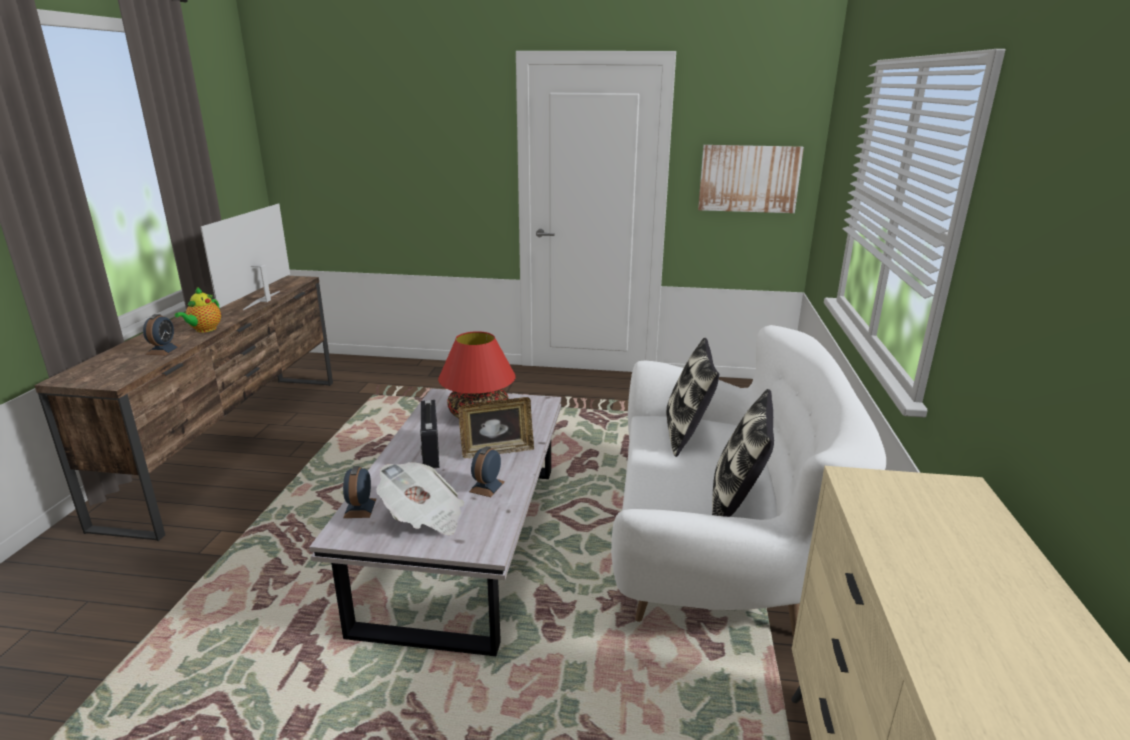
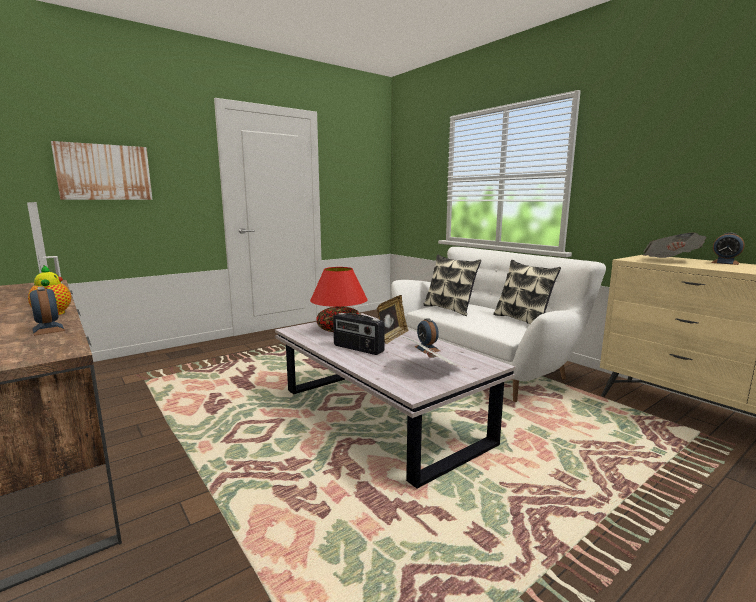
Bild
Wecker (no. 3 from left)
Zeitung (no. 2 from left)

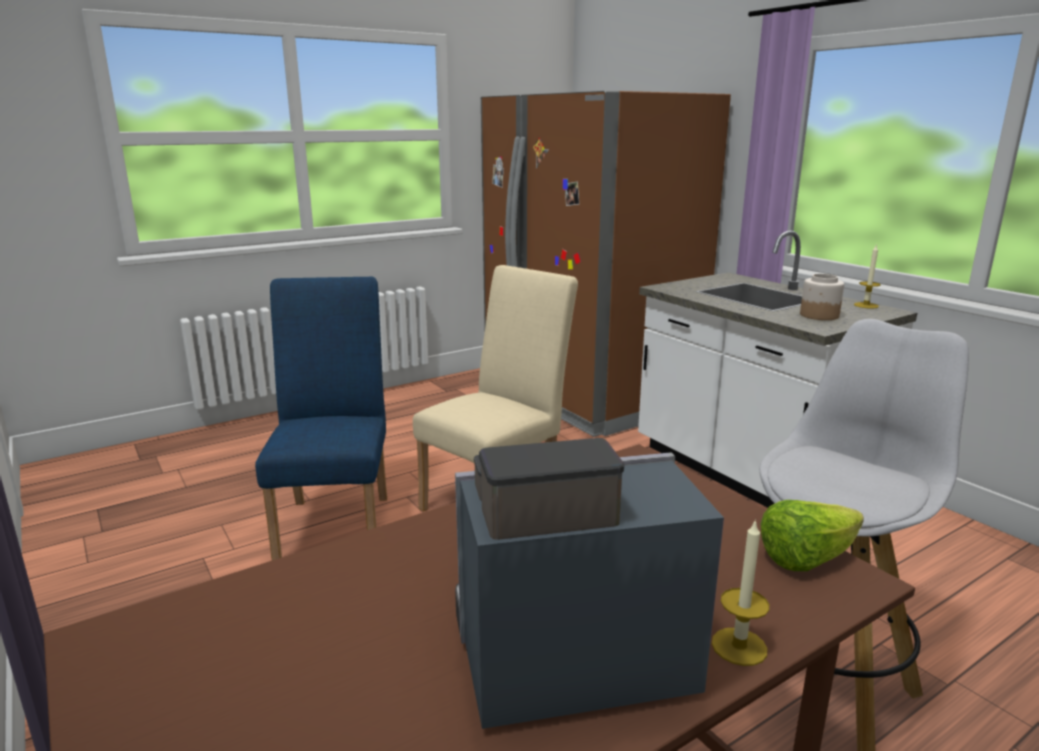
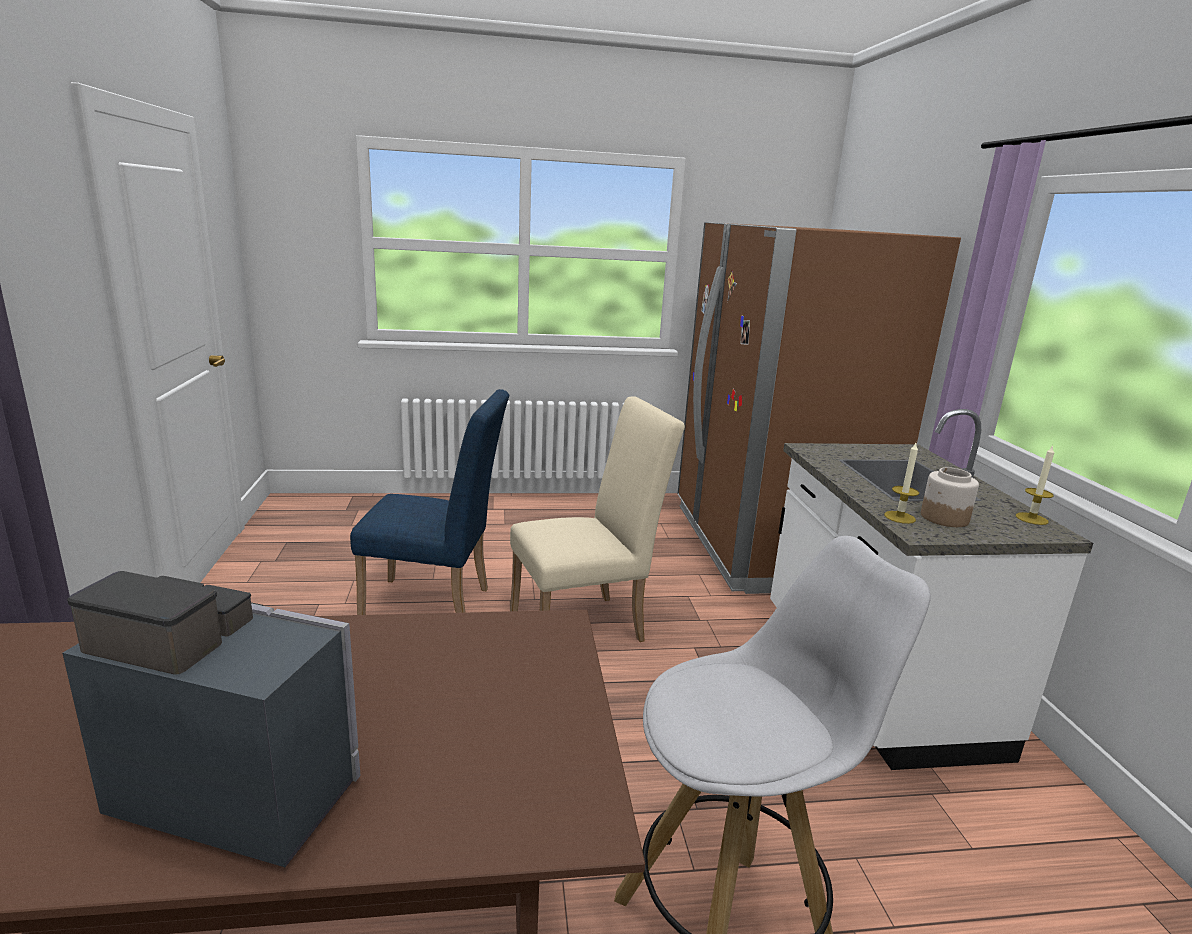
Stuhl [blau]
Salatkopf
Kerze (no. 1 from left)

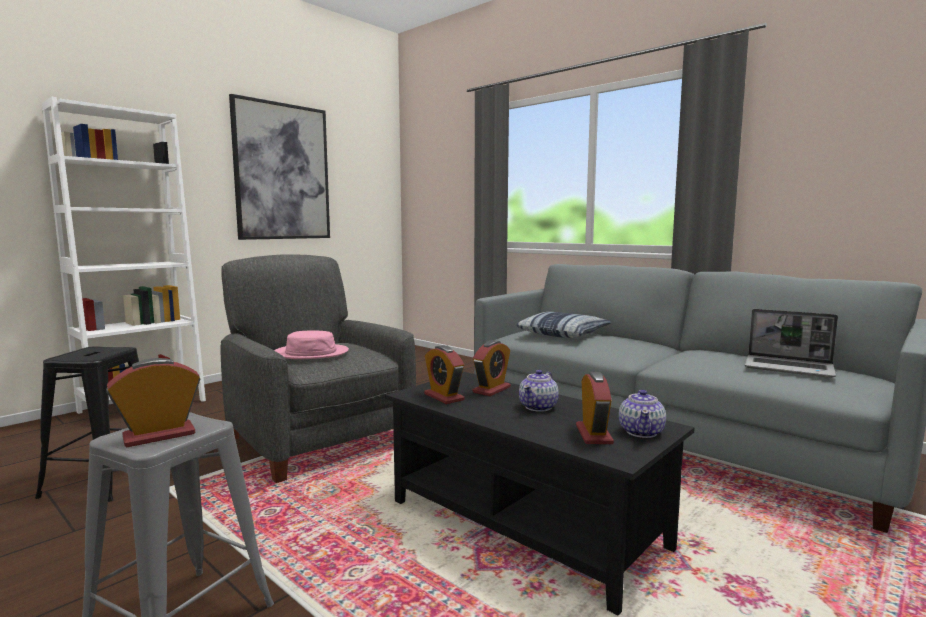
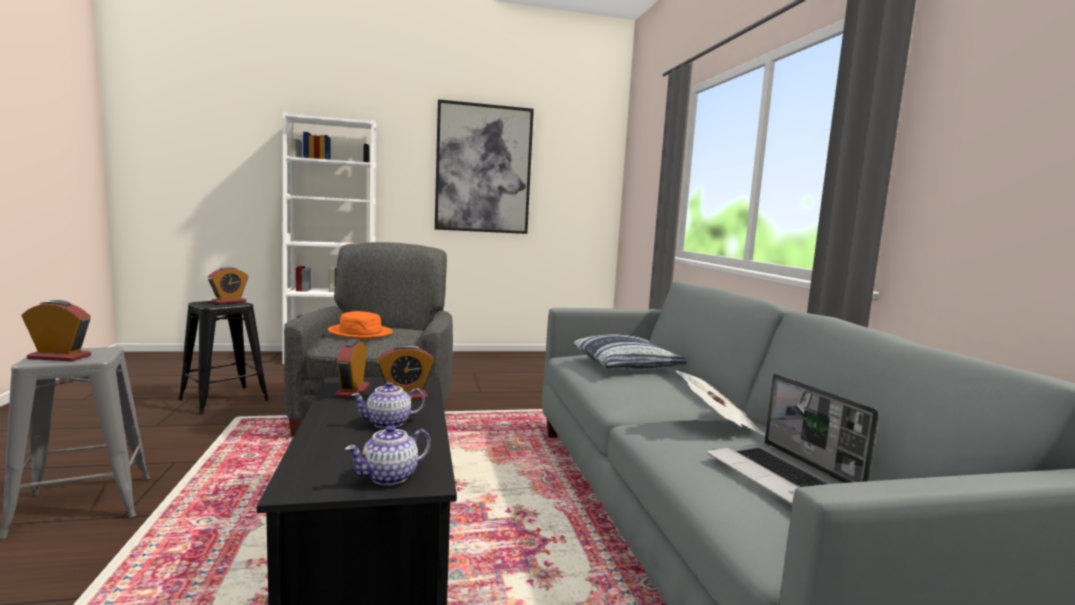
Hut [orange]
Wecker (no. 2 from left)
Zeitung

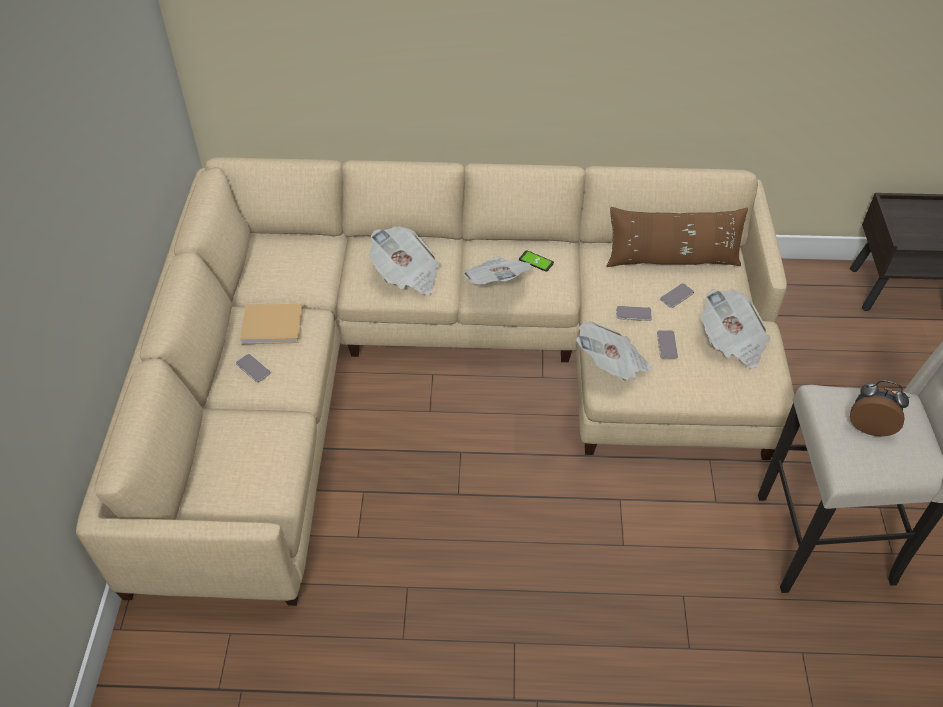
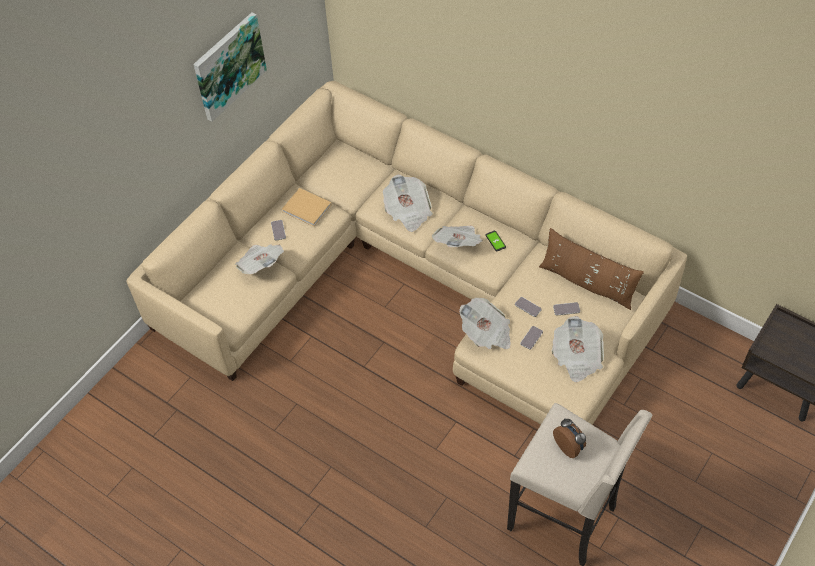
Bild
Zeitung (no. 1 from left)

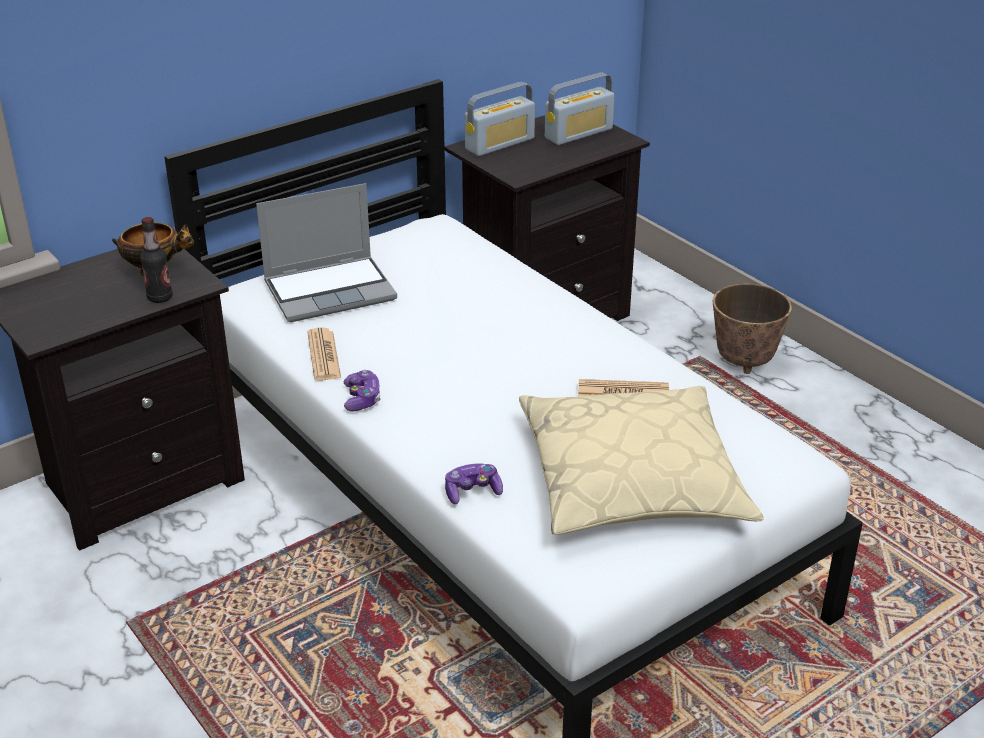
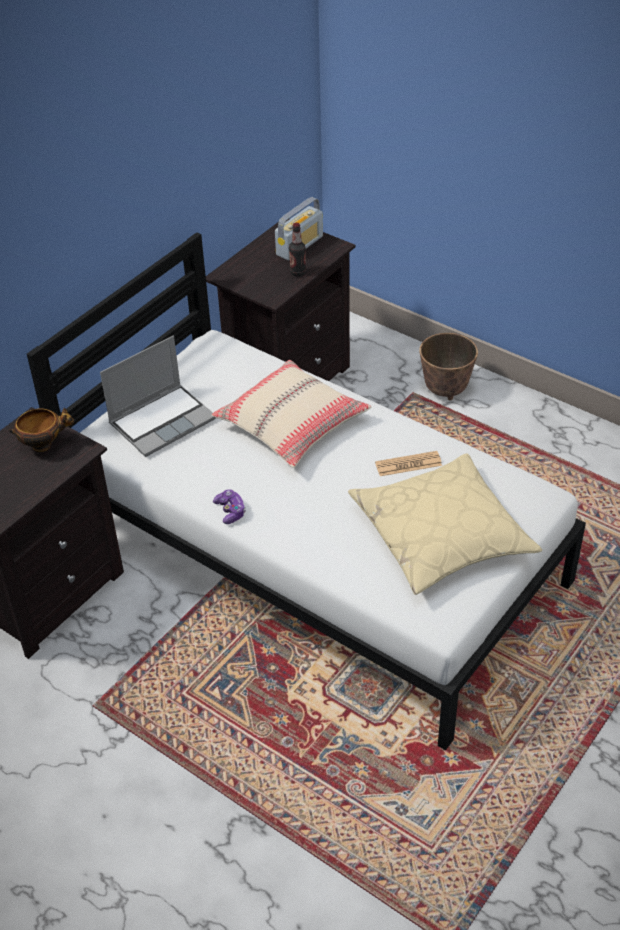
Radio (no. 1 from left in the first image)
Flasche
Zeitung (no. 1 from left in the first image)
Gamepad (no. 2 from left in the first image)
Kissen [beige] (no. 1 from left)

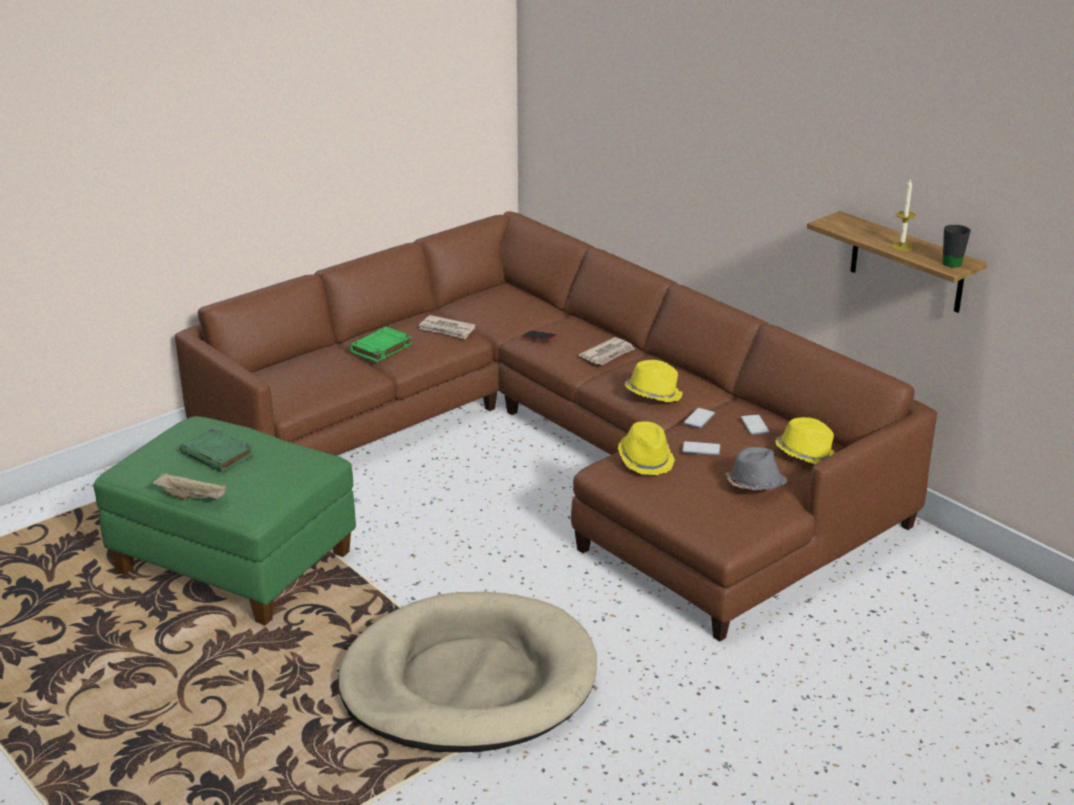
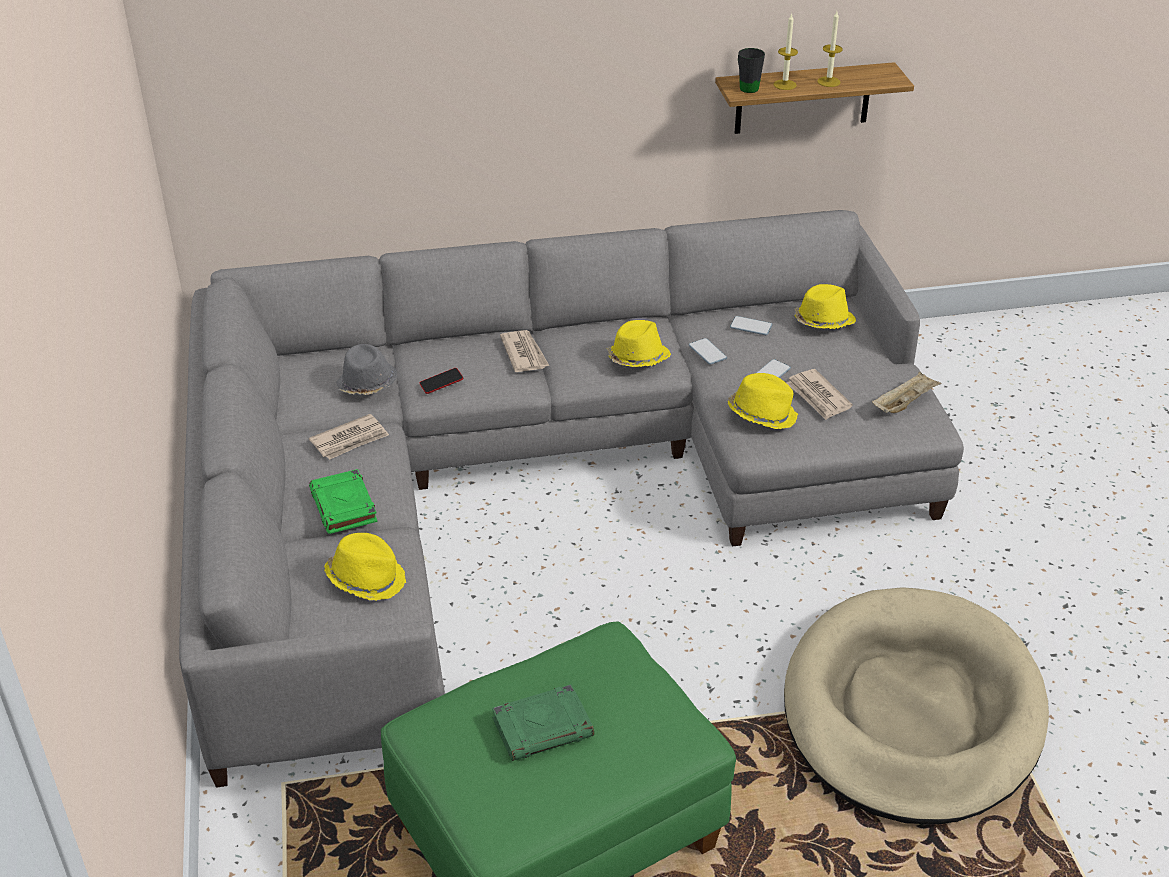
Sofa [grau]
Henkelbecher [schwarz]
Hut [grau]
Tablett [beige]
Kerze (no. 1 from left)
Zeitung (no. 3 from left)
Hut [gelb] (no. 1 from left)

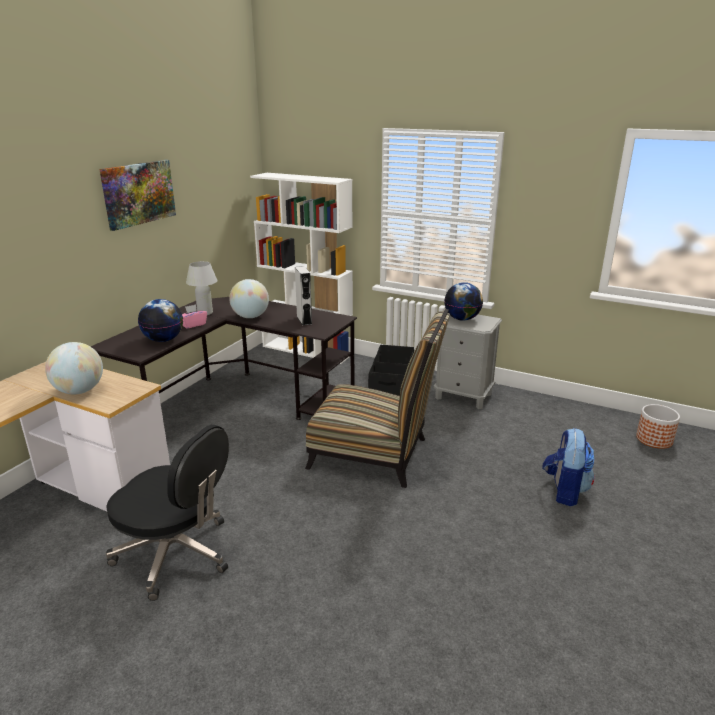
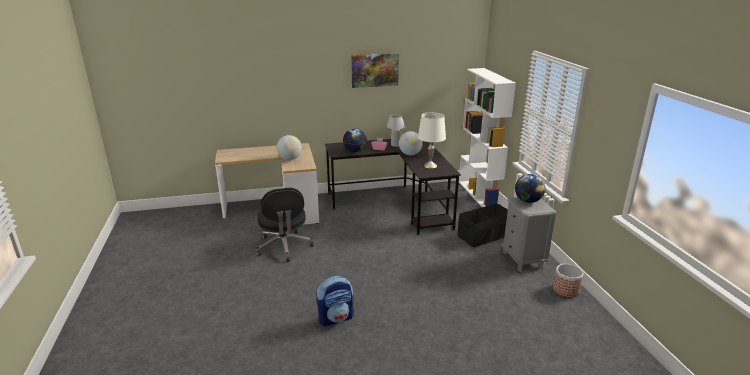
Tischlampe [weiß] (no. 2 from left)
Stuhl
Pflanzkübel
Rucksack

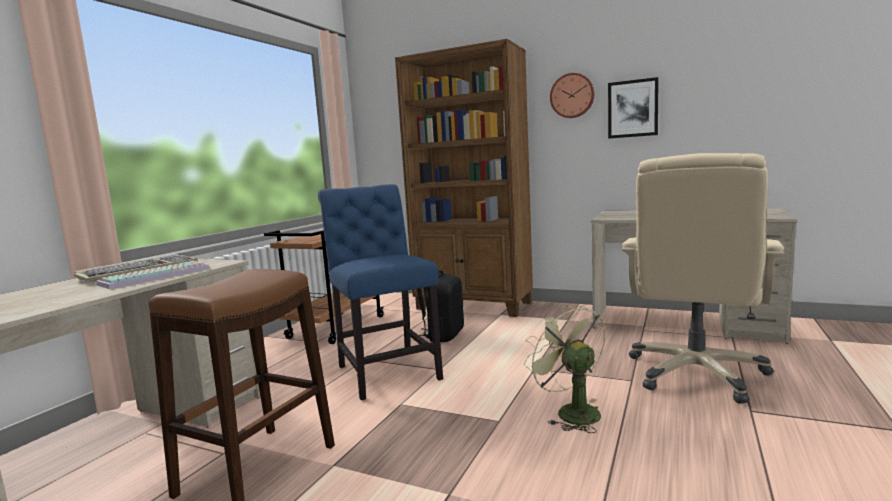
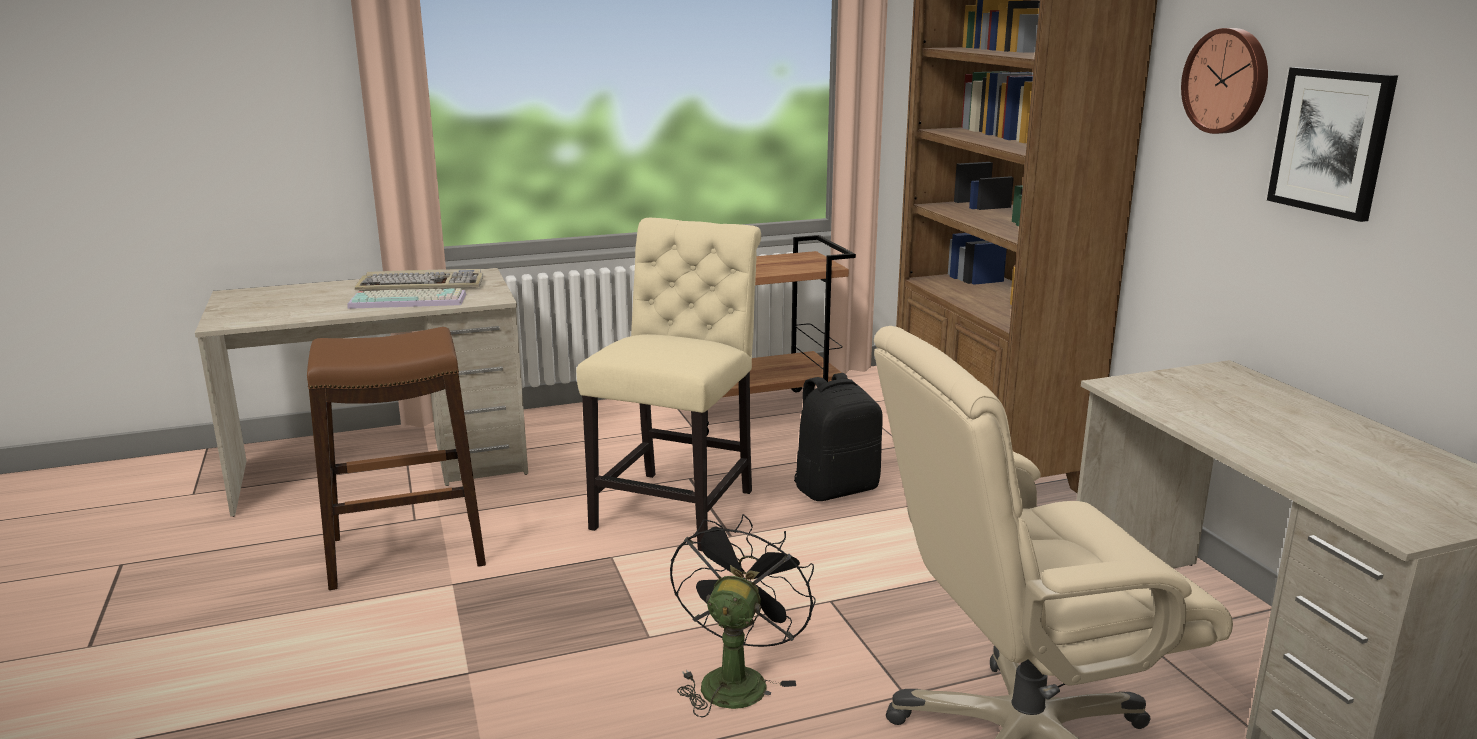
Stuhl [beige]
Ventilator [schwarz]

